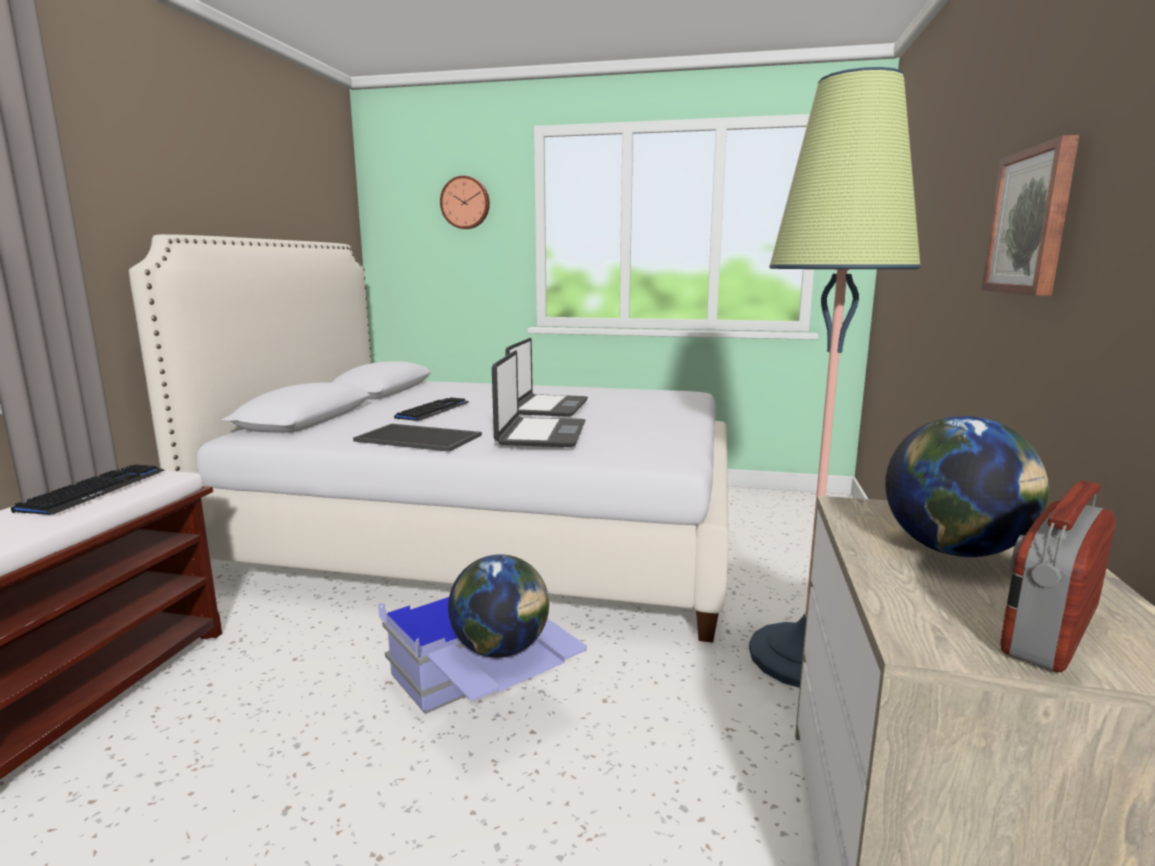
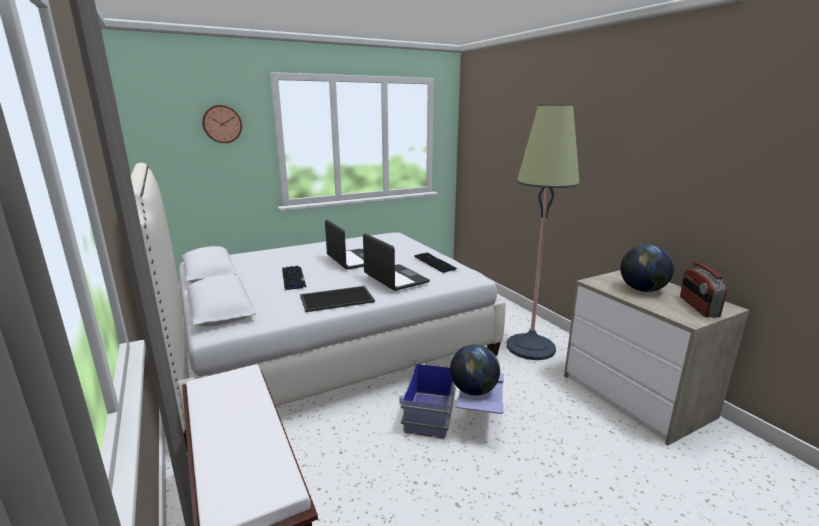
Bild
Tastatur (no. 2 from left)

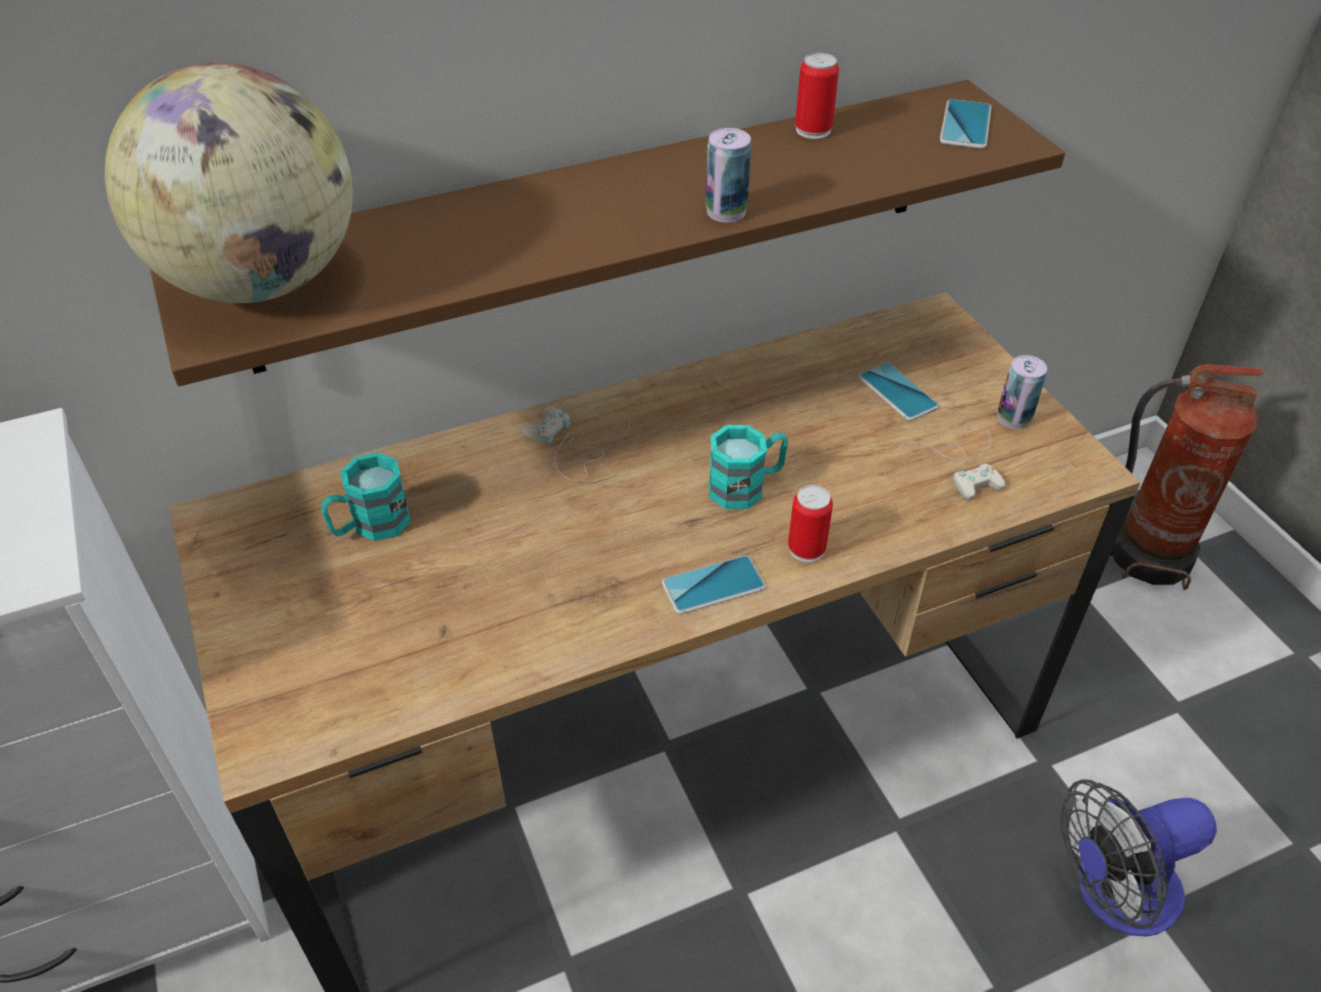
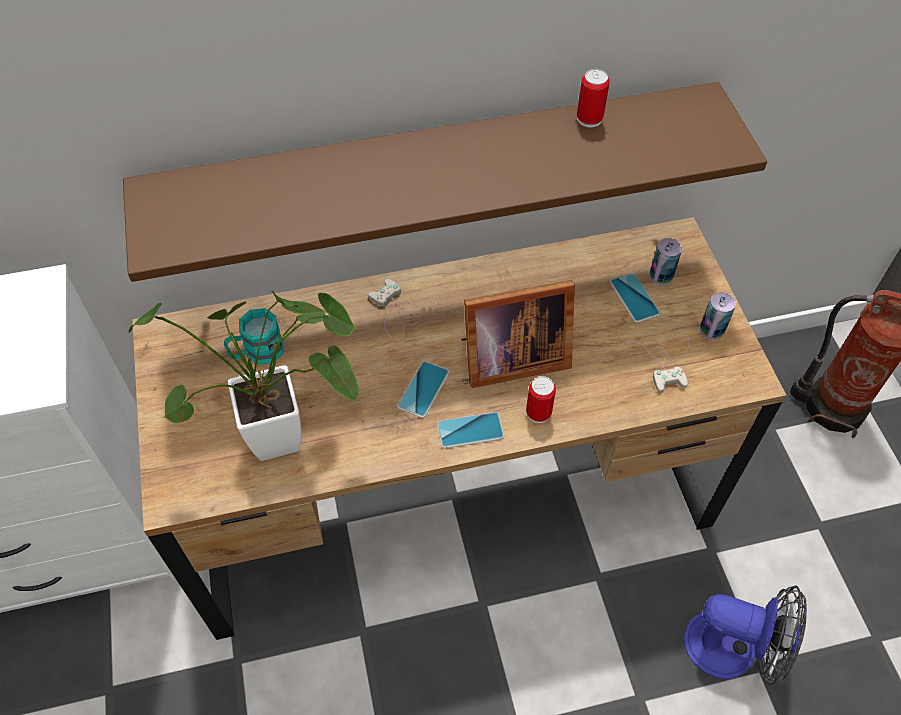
Globus
Handy (no. 1 from left)
Dose (no. 3 from left)
Bilderrahmen
Ventilator
Topfpflanze

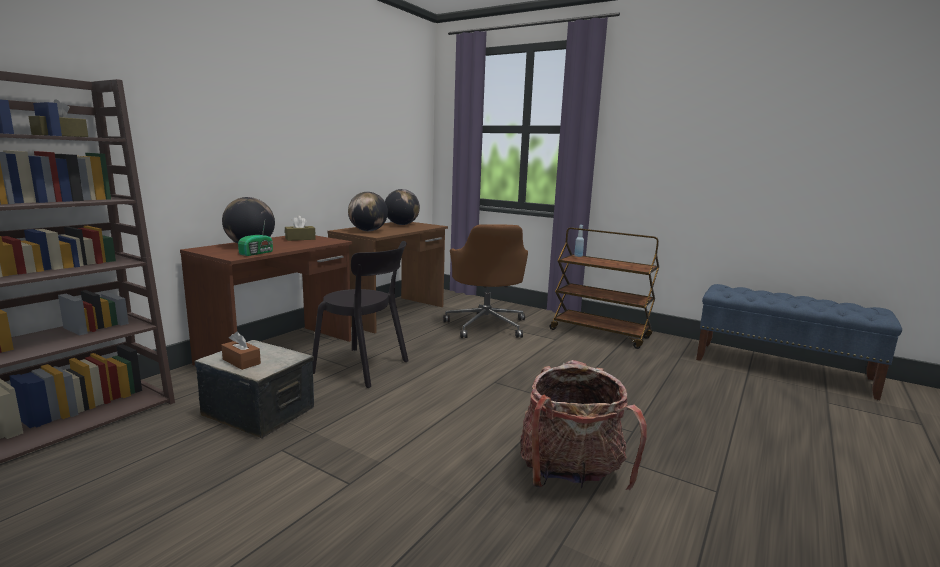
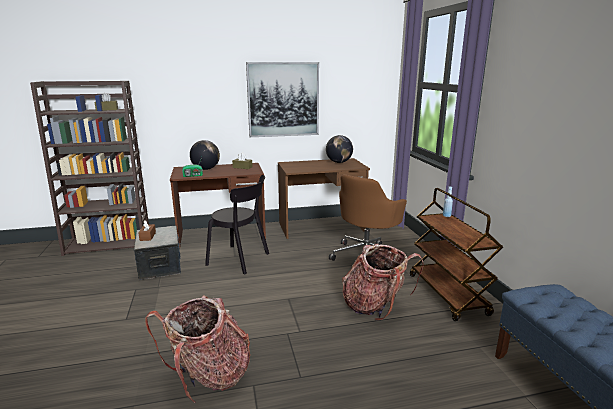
Globus (no. 2 from left in the first image)
Stuhl [schwarz]
Bild
Rucksack (no. 2 from left)

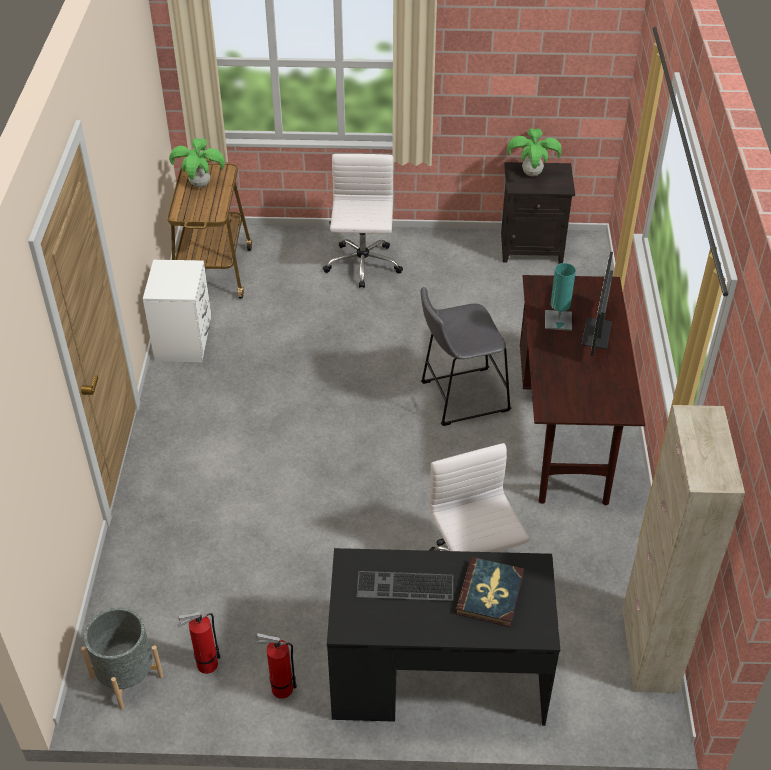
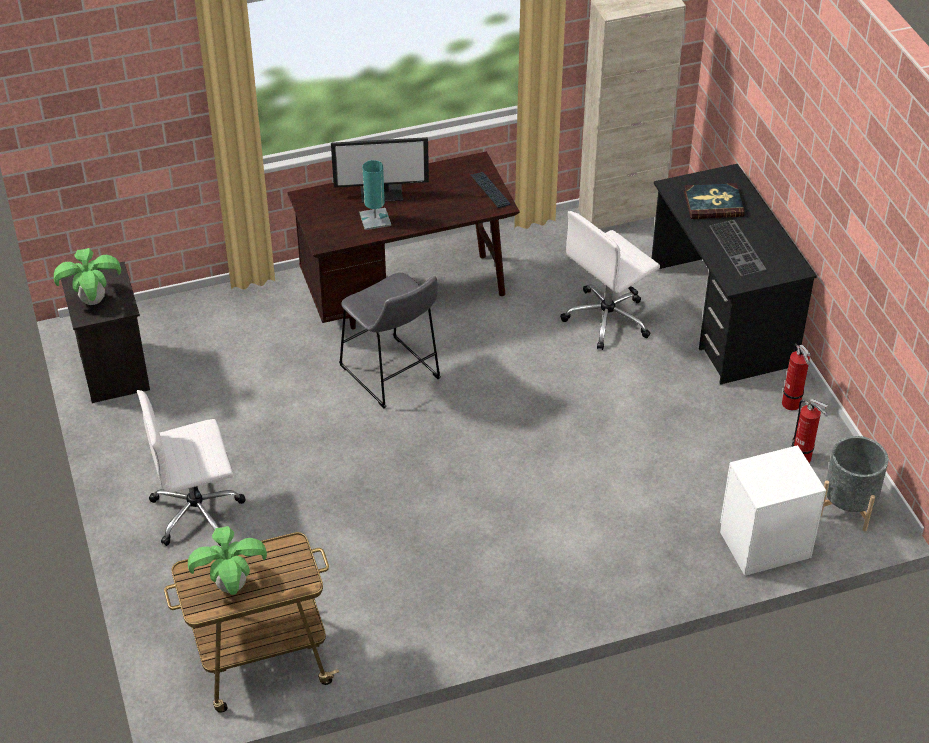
Nachttisch [weiß]
Tastatur (no. 1 from left)

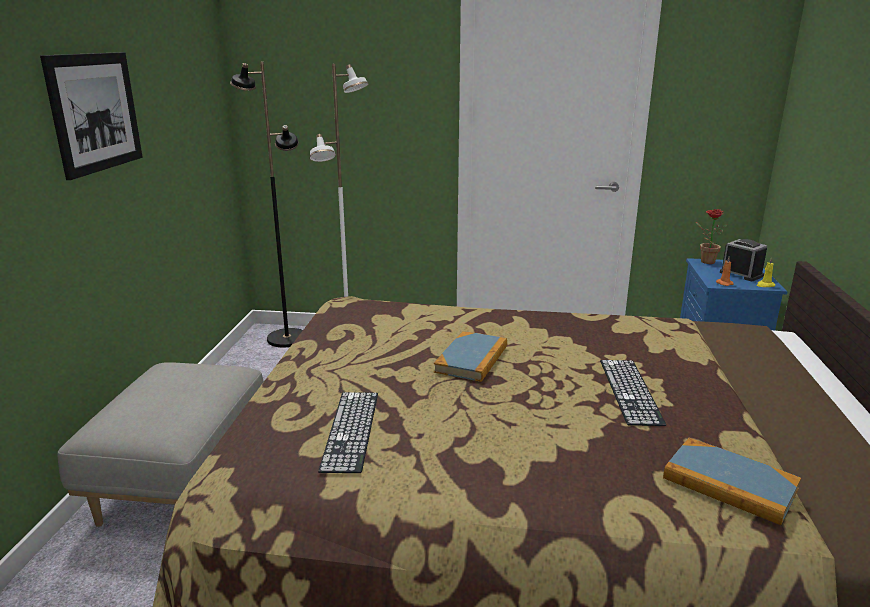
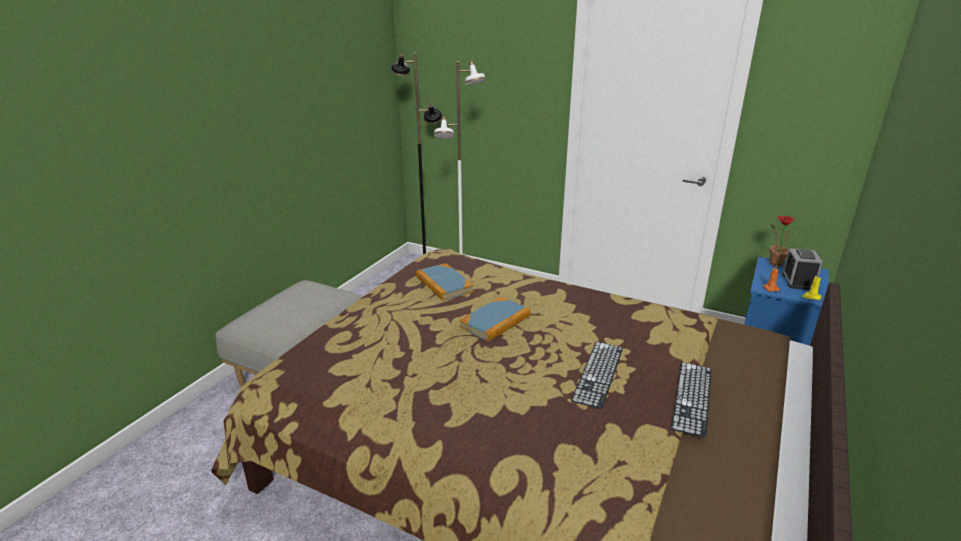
Bild
Wecker
Tastatur (no. 2 from left)
Buch (no. 1 from left)

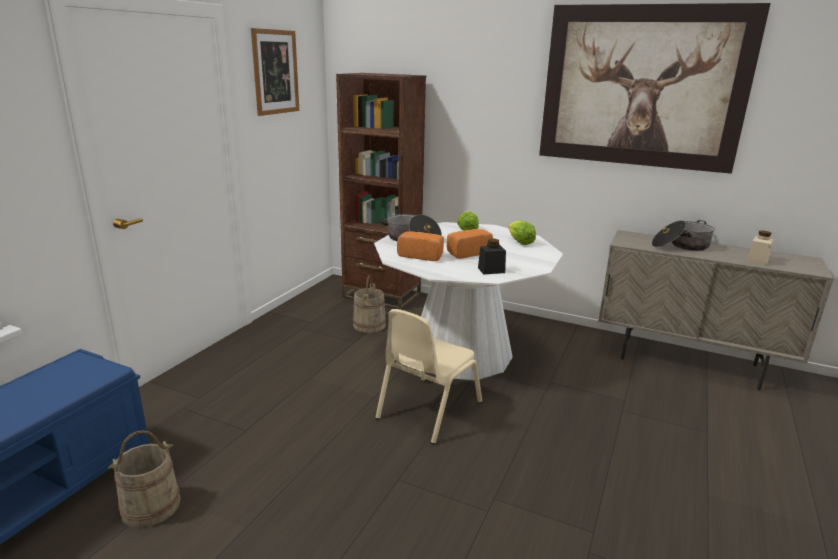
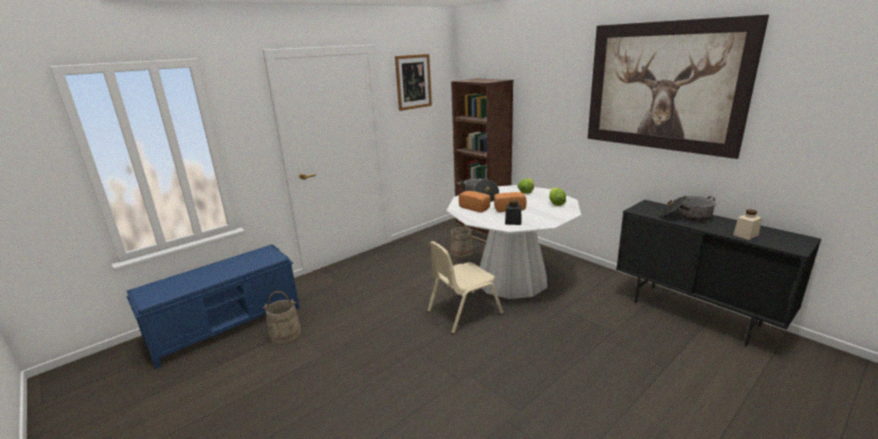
Schrank [schwarz]

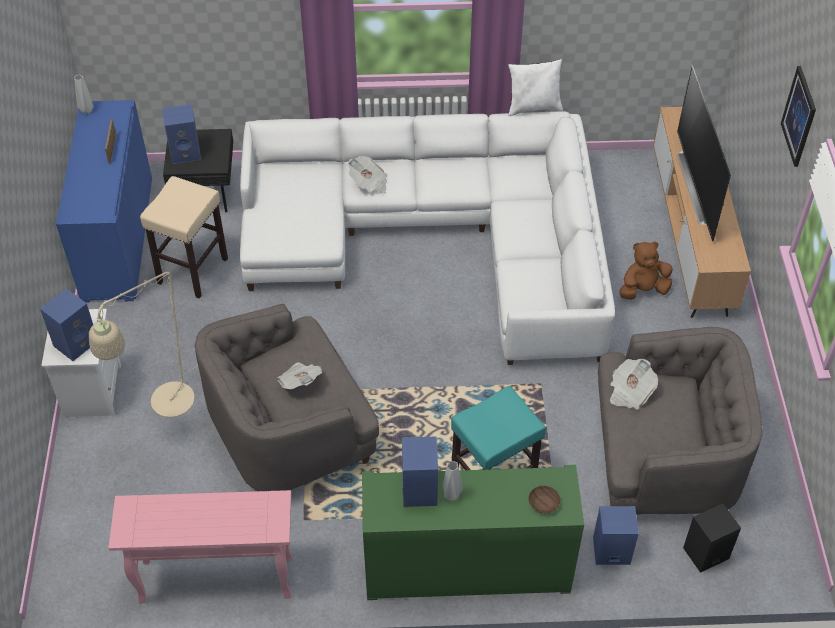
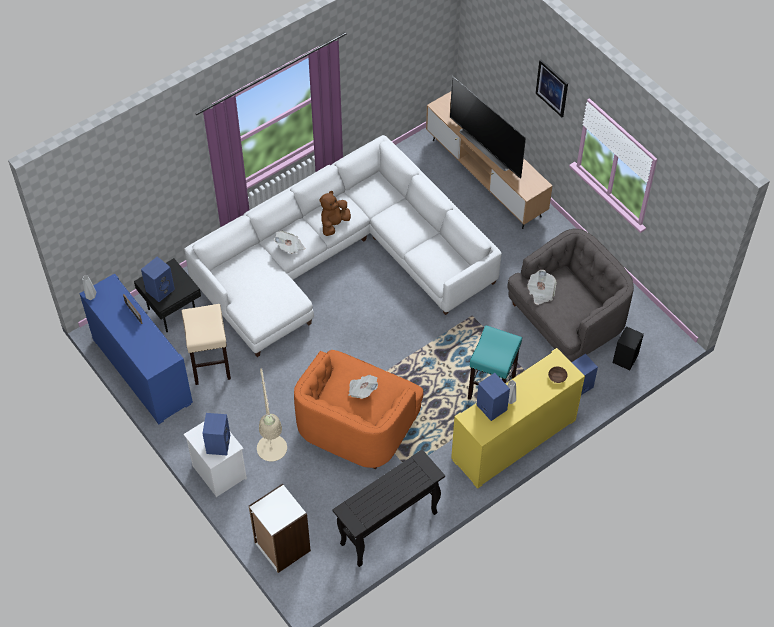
Kissen [weiß]
Plüschtier [braun]
Sessel [orange]
Schrank [gelb]
Konsolentisch [schwarz]
Bücherregal [weiß]

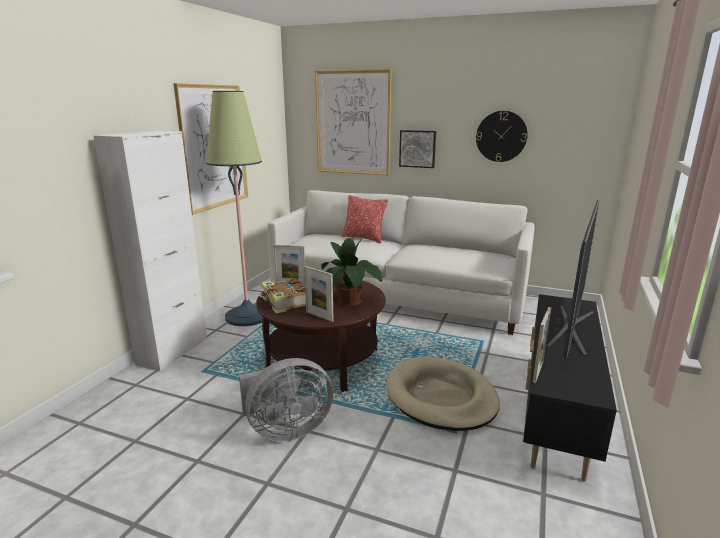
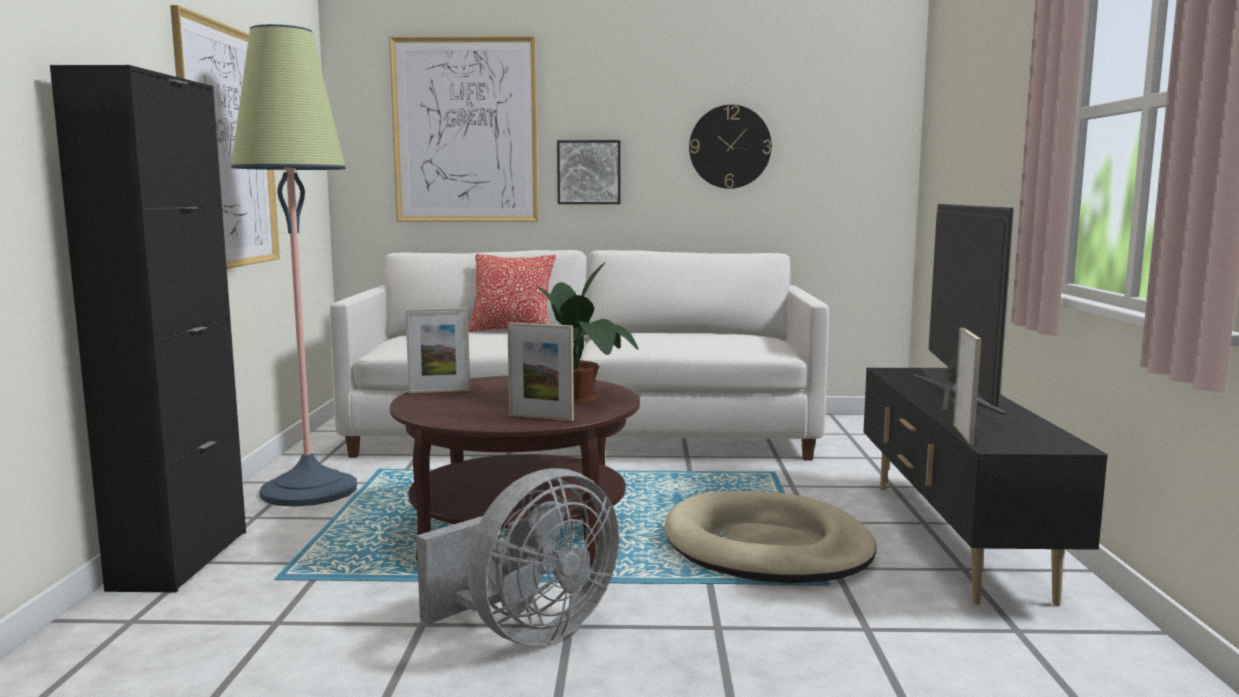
Schrank [schwarz]
Buch

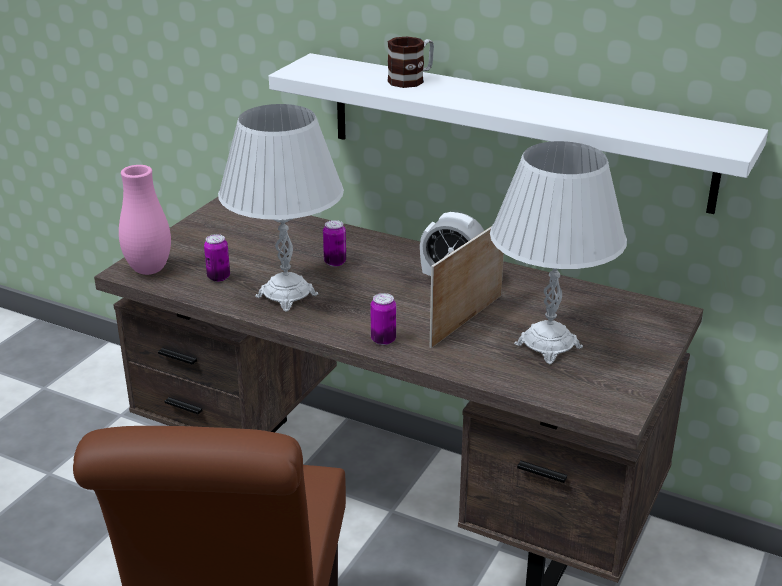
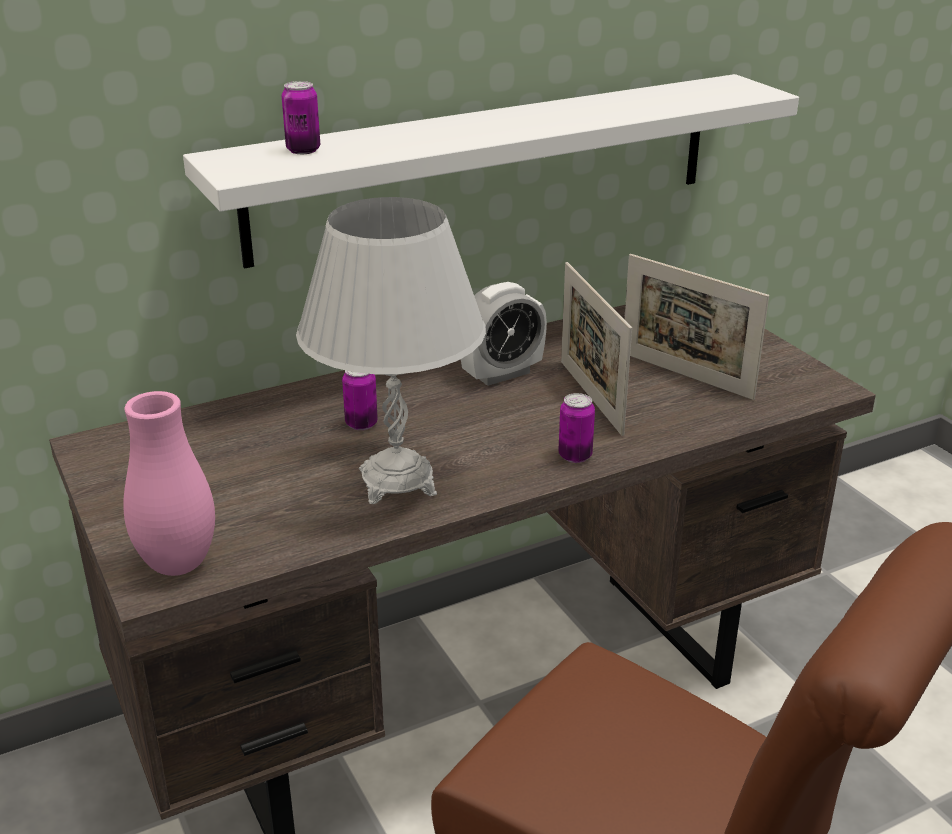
Henkelbecher
Bilderrahmen (no. 2 from left)
Dose (no. 1 from left)

